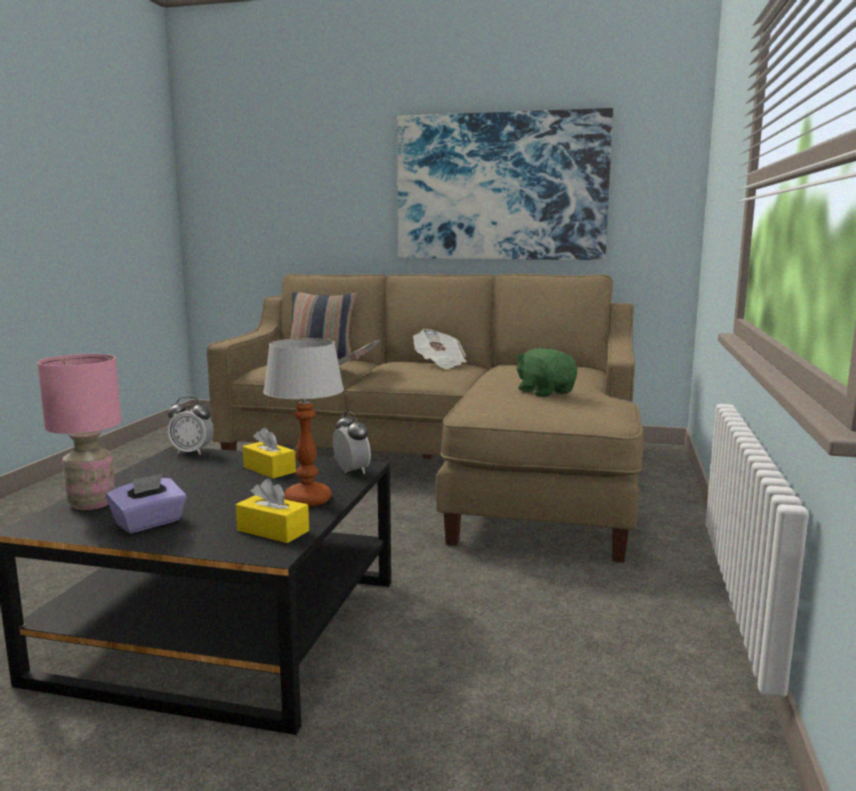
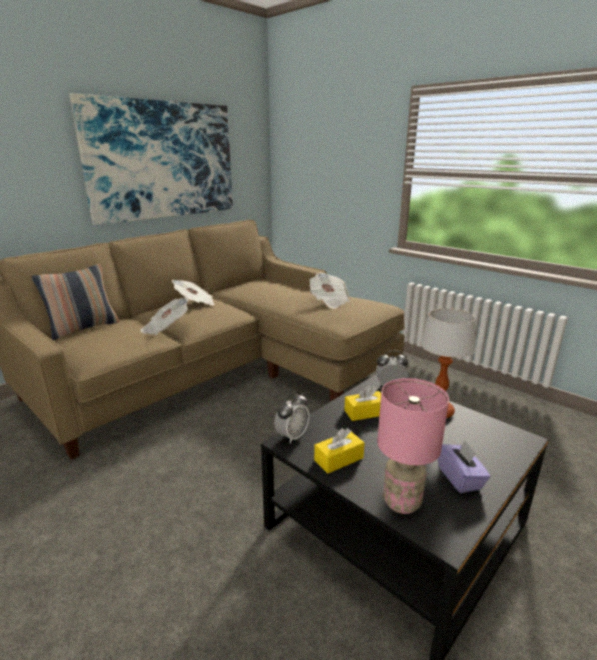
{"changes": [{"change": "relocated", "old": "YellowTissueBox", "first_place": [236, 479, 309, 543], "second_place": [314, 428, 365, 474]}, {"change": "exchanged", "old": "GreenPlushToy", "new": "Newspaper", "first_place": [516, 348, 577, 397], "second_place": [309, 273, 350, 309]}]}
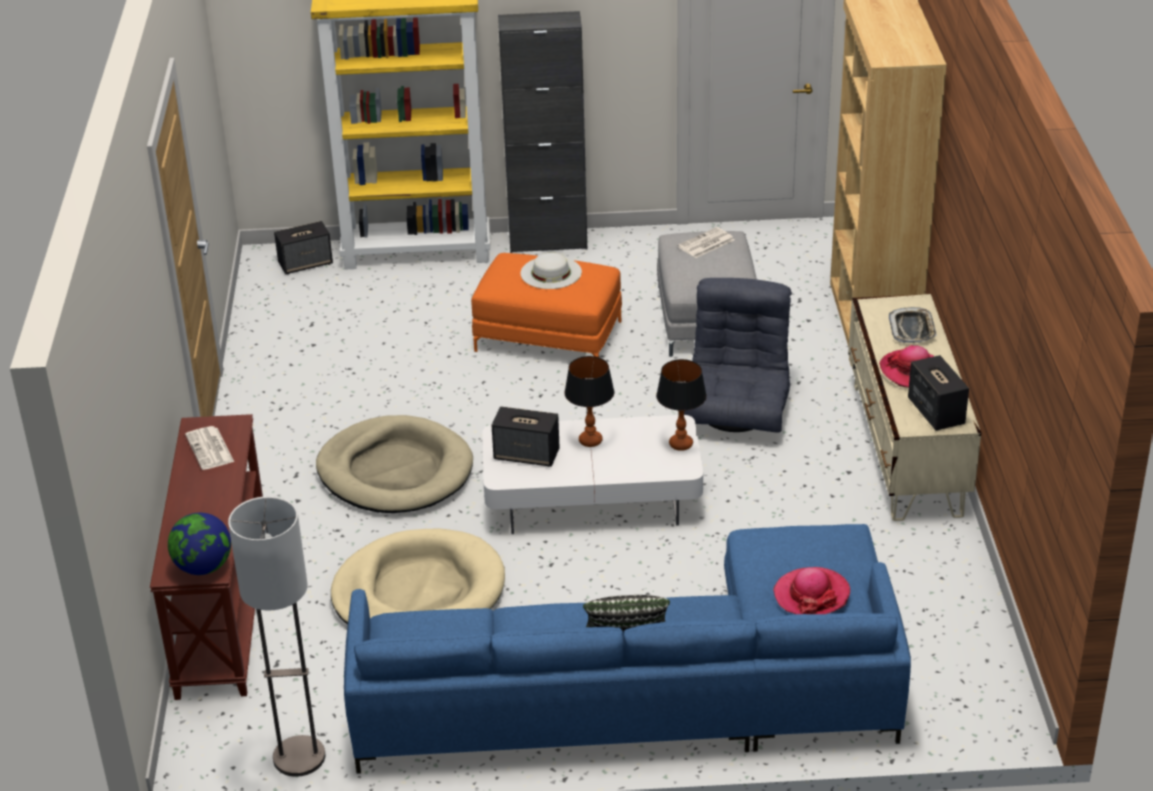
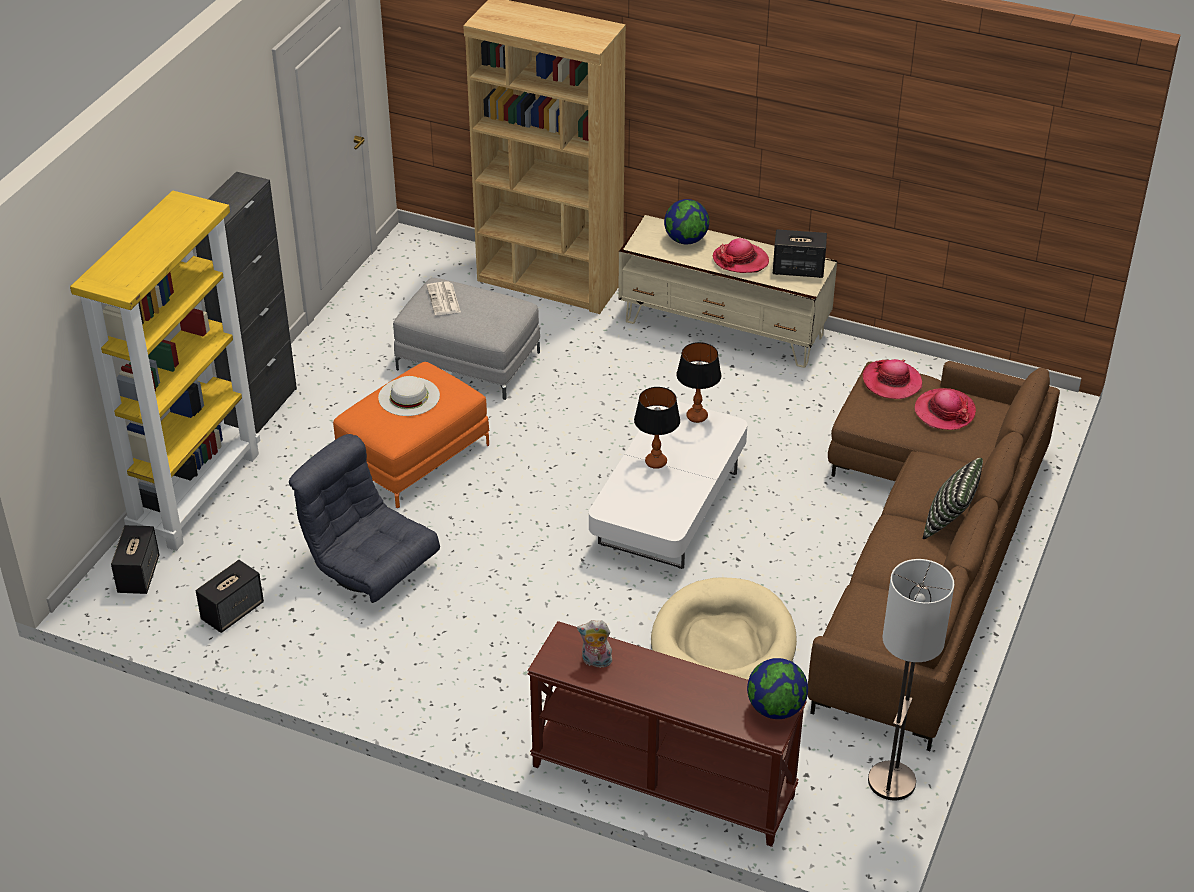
{"changes": [{"change": "missing", "old": "BeigeDogBed", "first_place": [316, 415, 473, 513]}, {"change": "appeared", "new": "Hat", "second_place": [863, 359, 922, 399]}, {"change": "relocated", "old": "Speaker", "first_place": [492, 406, 560, 467], "second_place": [196, 560, 264, 633]}, {"change": "relocated", "old": "GreyArmchair", "first_place": [684, 278, 792, 432], "second_place": [289, 434, 440, 603]}, {"change": "exchanged", "old": "Newspaper", "new": "PlushToy", "first_place": [185, 426, 234, 470], "second_place": [577, 620, 614, 670]}, {"change": "exchanged", "old": "Tray", "new": "Globe", "first_place": [889, 307, 937, 343], "second_place": [664, 199, 709, 244]}, {"change": "colour", "old": "BlueSofa", "new": "BrownSofa", "first_place": [344, 524, 911, 774], "second_place": [808, 361, 1060, 751]}]}
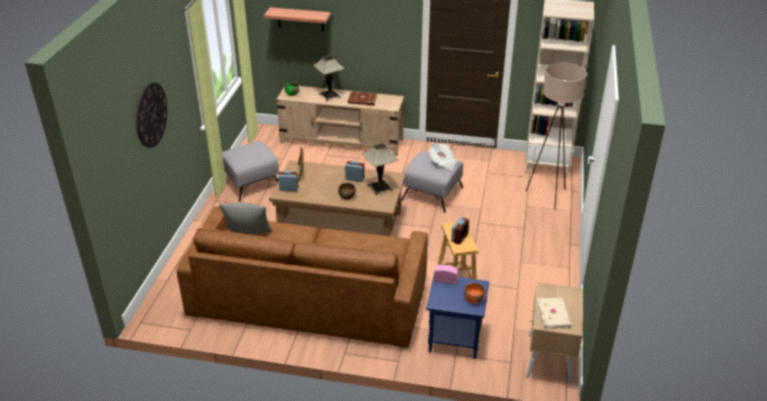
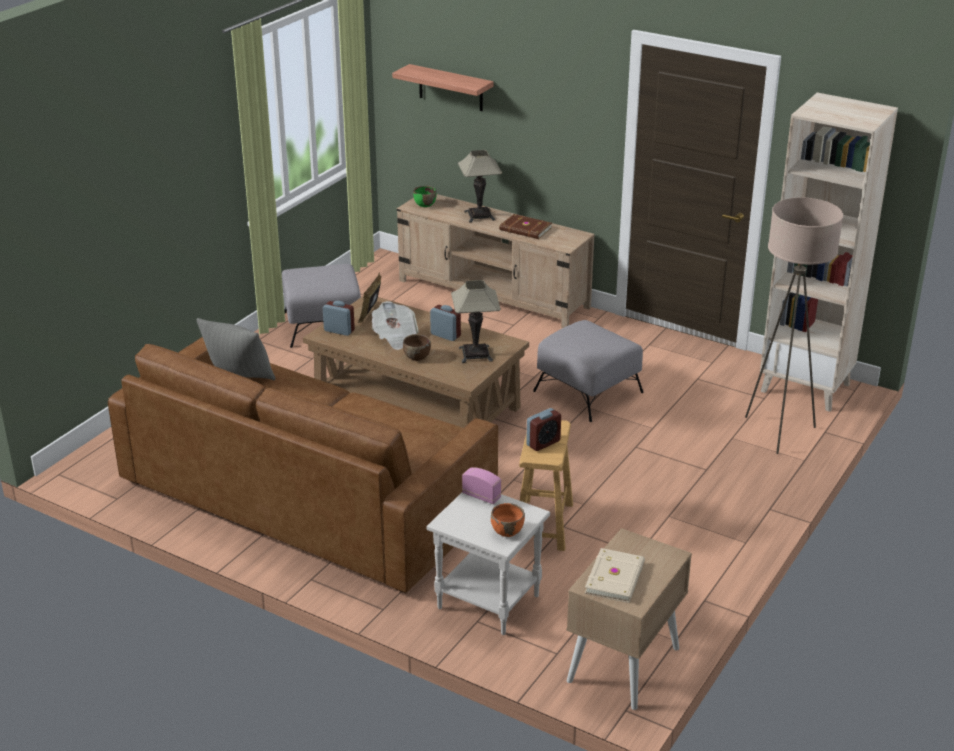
{"changes": [{"change": "missing", "old": "WallClock", "first_place": [136, 82, 167, 148]}, {"change": "relocated", "old": "Newspaper", "first_place": [429, 143, 457, 171], "second_place": [372, 301, 419, 350]}, {"change": "colour", "old": "BlueSideTable", "new": "WhiteSideTable", "first_place": [426, 276, 489, 359], "second_place": [426, 493, 550, 635]}]}
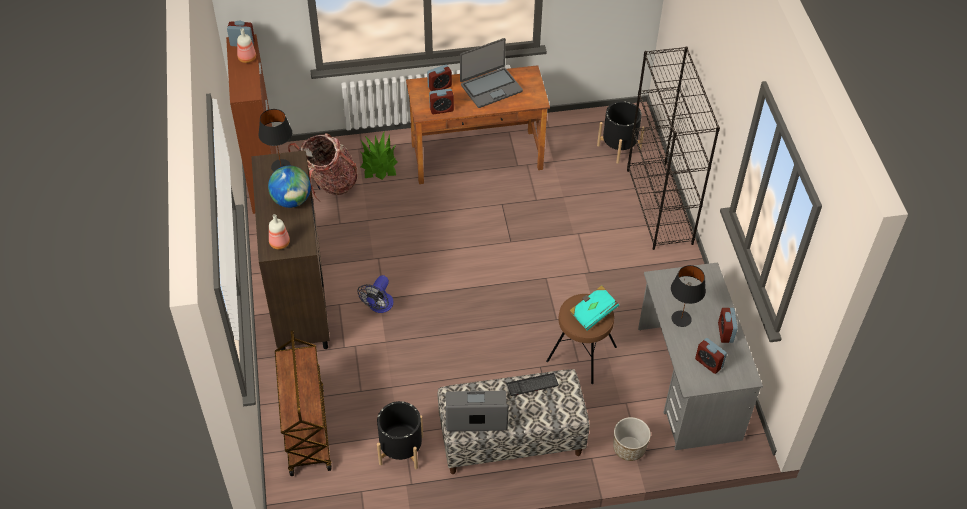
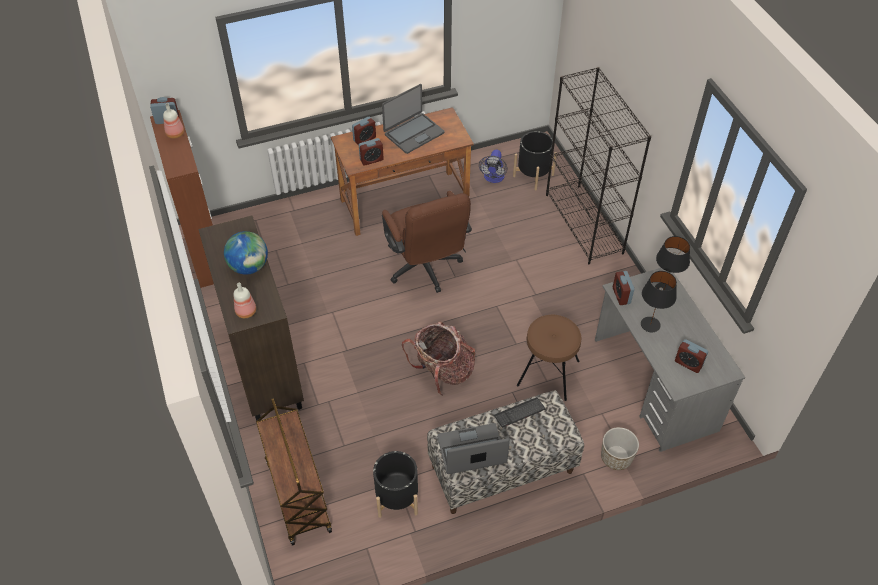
{"changes": [{"change": "missing", "old": "PottedPlant", "first_place": [361, 132, 398, 180]}, {"change": "missing", "old": "TurquoiseBook", "first_place": [569, 285, 619, 331]}, {"change": "appeared", "new": "BrownOfficeChair", "second_place": [382, 191, 472, 293]}, {"change": "relocated", "old": "BlackTableLamp", "first_place": [258, 109, 292, 172], "second_place": [655, 236, 690, 291]}, {"change": "relocated", "old": "Backpack", "first_place": [288, 133, 357, 201], "second_place": [402, 322, 475, 396]}, {"change": "relocated", "old": "Fan", "first_place": [358, 275, 393, 313], "second_place": [479, 150, 507, 183]}, {"change": "relocated", "old": "AlarmClock", "first_place": [718, 308, 738, 343], "second_place": [613, 271, 634, 305]}]}
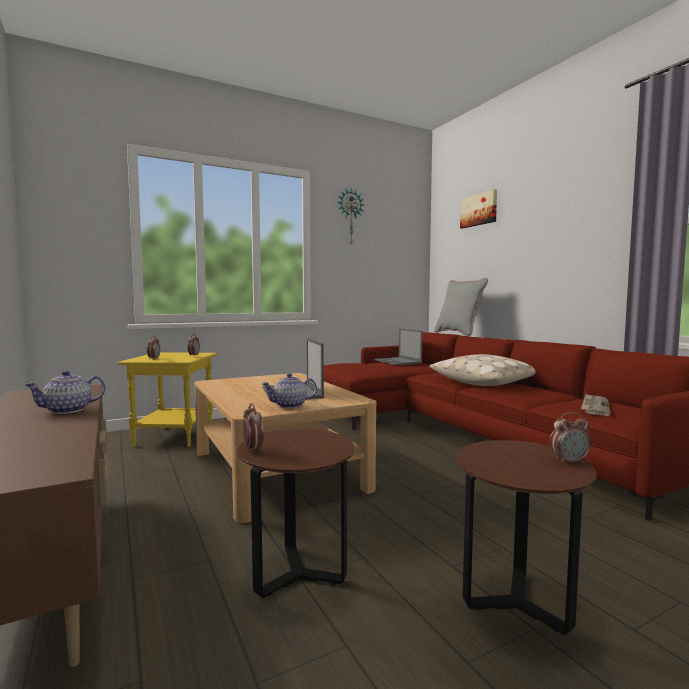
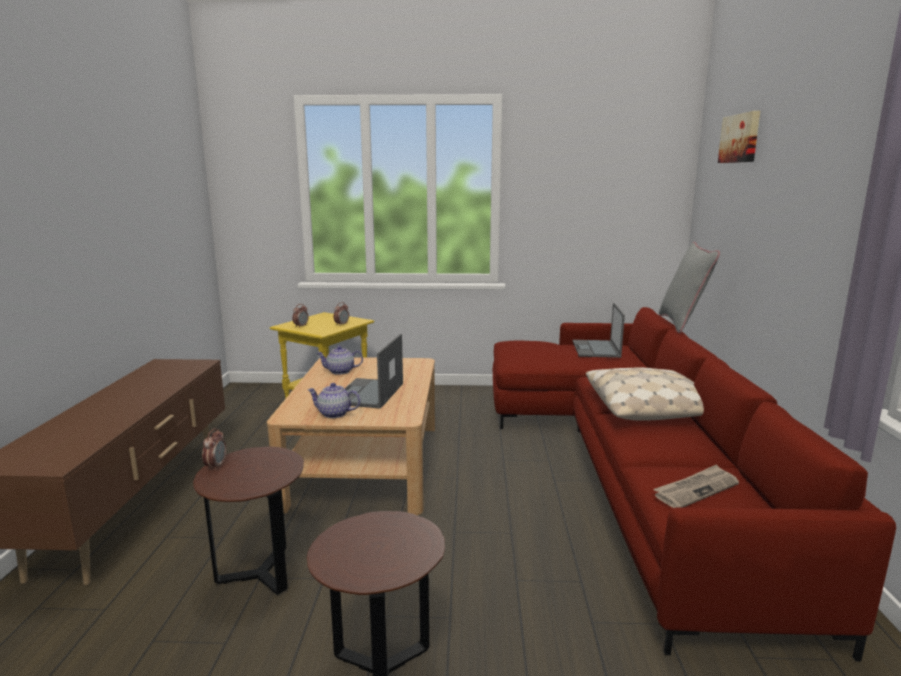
{"changes": [{"change": "missing", "old": "WallClock", "first_place": [338, 188, 365, 244]}, {"change": "missing", "old": "AlarmClock", "first_place": [550, 412, 591, 464]}, {"change": "relocated", "old": "Teapot", "first_place": [24, 370, 106, 414], "second_place": [316, 346, 363, 375]}]}
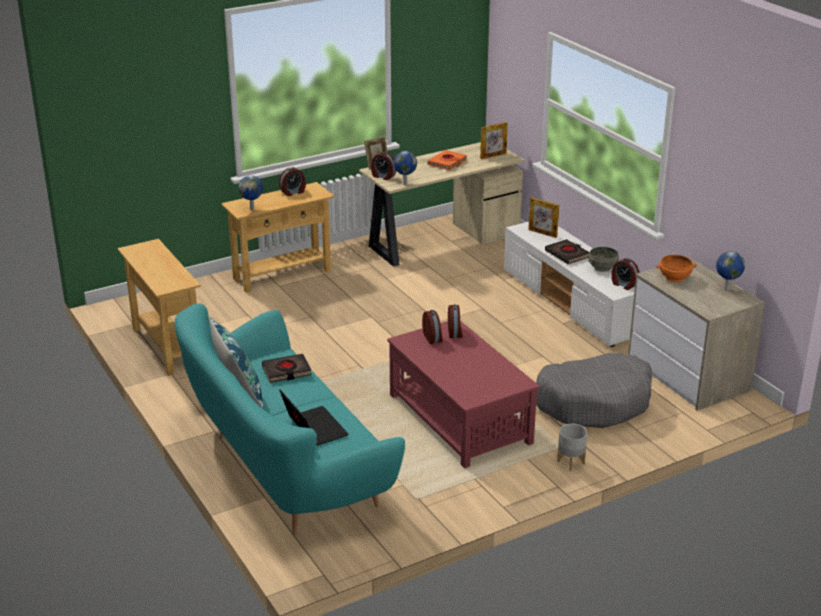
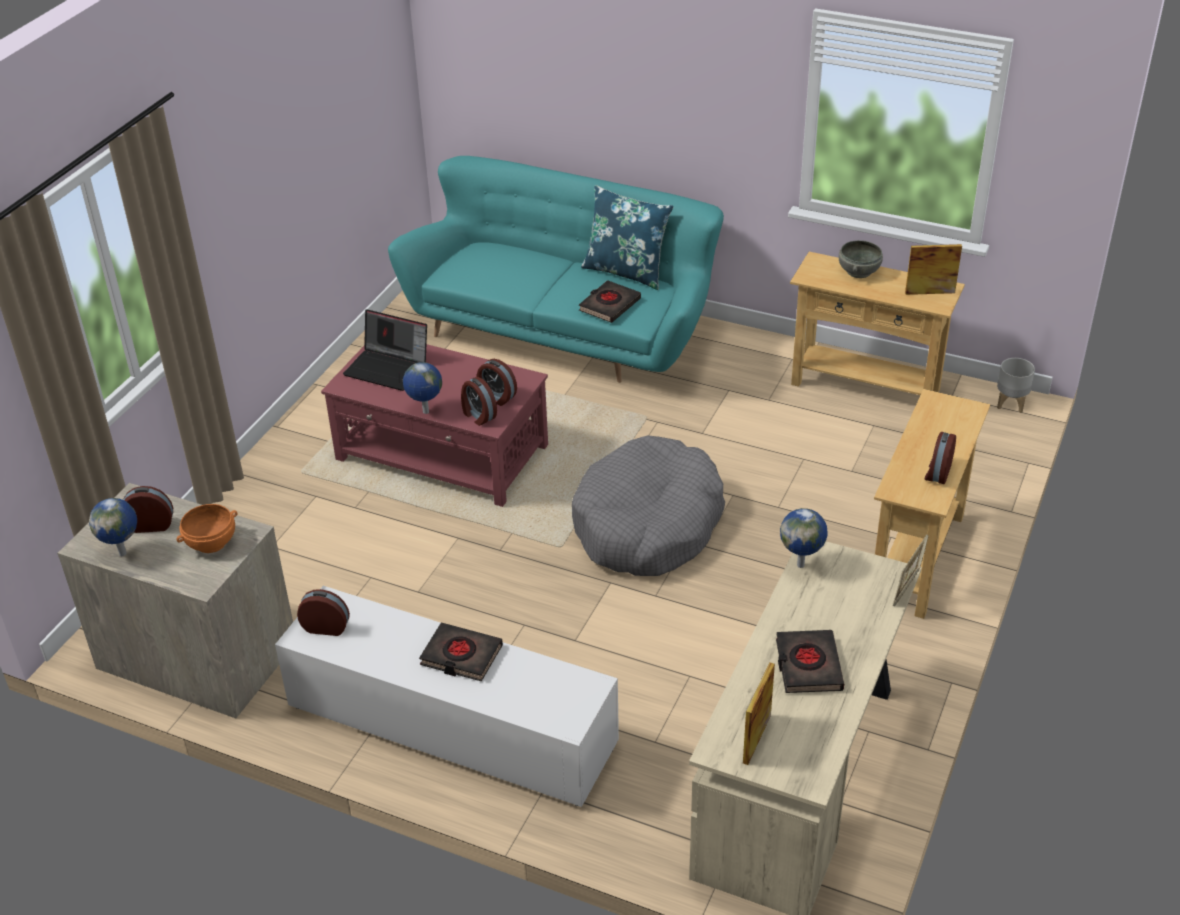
{"changes": [{"change": "relocated", "old": "Globe", "first_place": [238, 175, 263, 210], "second_place": [403, 362, 442, 414]}, {"change": "relocated", "old": "Laptop", "first_place": [279, 389, 349, 446], "second_place": [343, 309, 427, 391]}, {"change": "relocated", "old": "AlarmClock", "first_place": [371, 152, 396, 180], "second_place": [123, 486, 173, 533]}, {"change": "relocated", "old": "PictureFrame", "first_place": [528, 197, 559, 238], "second_place": [905, 244, 962, 295]}, {"change": "relocated", "old": "GreyDogBed", "first_place": [536, 353, 652, 428], "second_place": [572, 435, 725, 576]}, {"change": "relocated", "old": "GreyPlanter", "first_place": [557, 424, 587, 471], "second_place": [997, 358, 1035, 413]}, {"change": "relocated", "old": "GreyBowl", "first_place": [589, 247, 619, 272], "second_place": [839, 240, 883, 278]}, {"change": "colour", "old": "OrangeBook", "new": "BlackBook", "first_place": [427, 150, 467, 171], "second_place": [776, 630, 844, 693]}]}
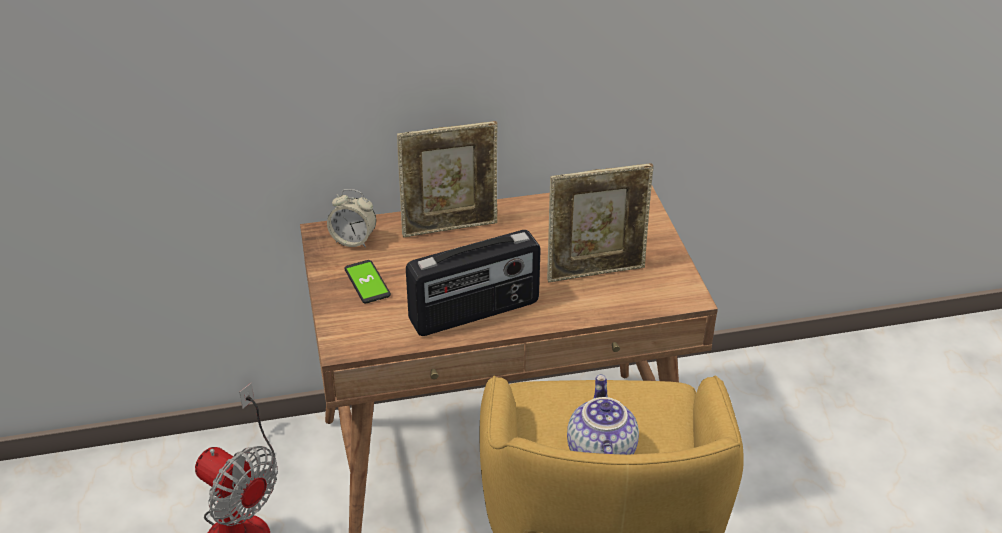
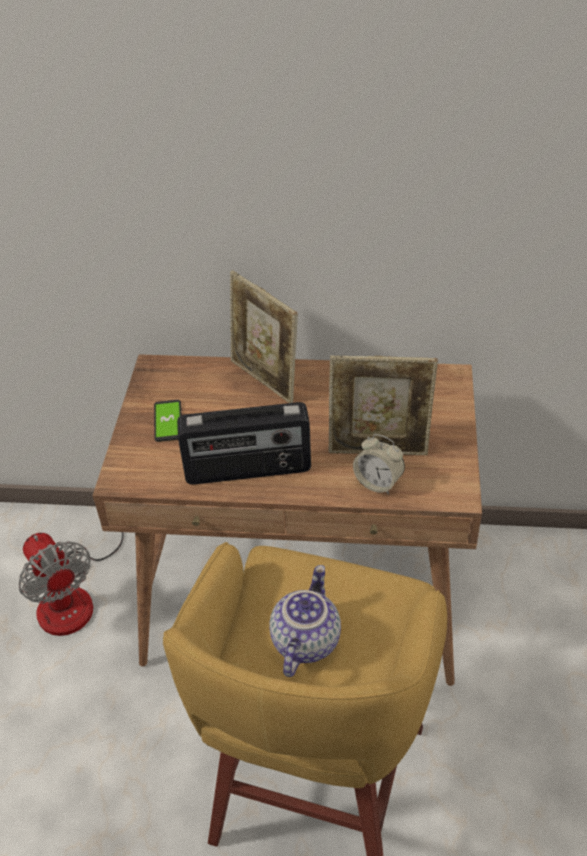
{"changes": [{"change": "relocated", "old": "AlarmClock", "first_place": [327, 189, 376, 248], "second_place": [353, 434, 405, 495]}, {"change": "spun", "old": "PictureFrame", "first_place": [397, 121, 498, 237], "second_place": [230, 271, 298, 403], "degrees": 45}]}
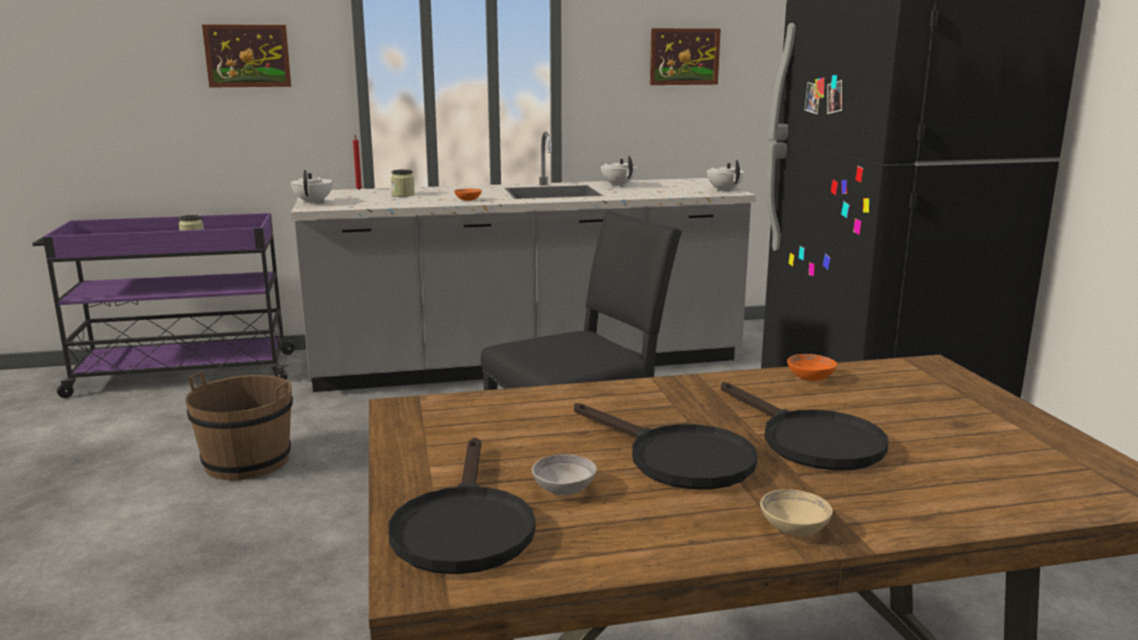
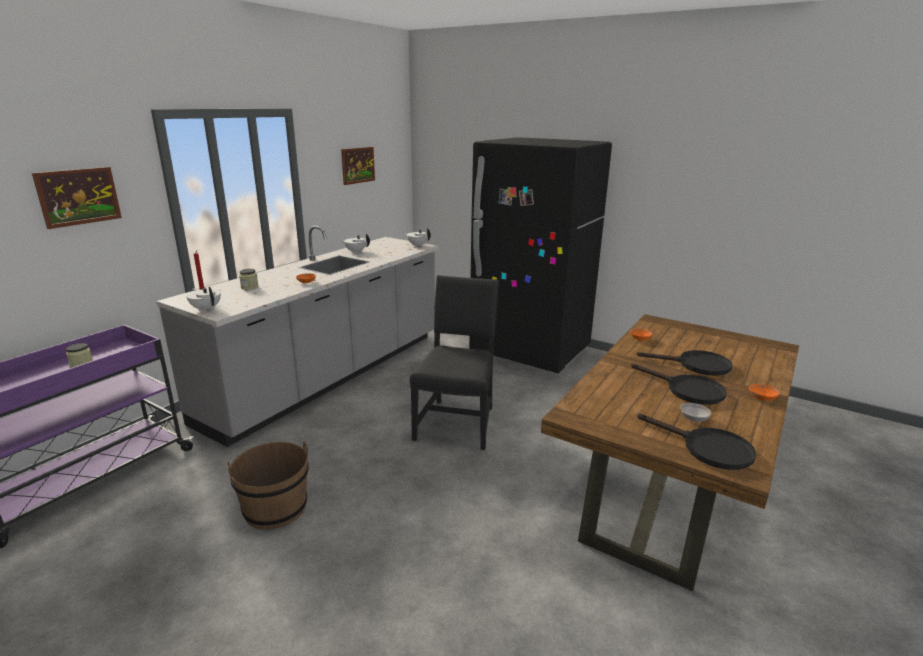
{"changes": [{"change": "colour", "old": "BeigeBowl", "new": "OrangeBowl", "first_place": [760, 489, 833, 536], "second_place": [749, 384, 780, 401]}, {"change": "spun", "old": "BlackFryingPan", "first_place": [574, 403, 758, 489], "second_place": [631, 364, 727, 405], "degrees": 45}]}
